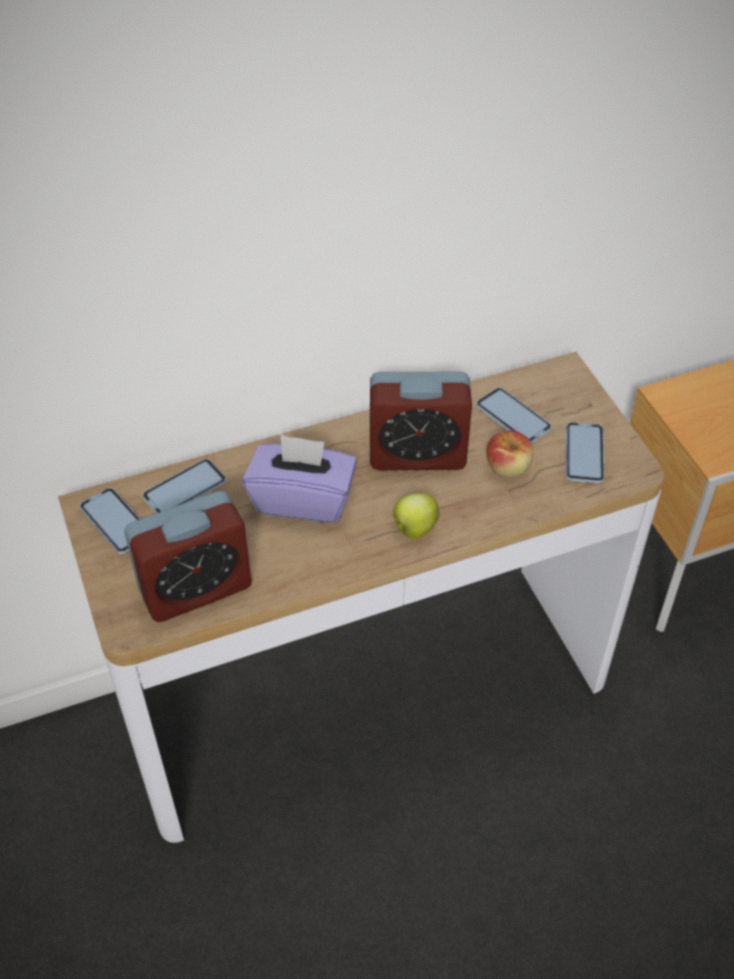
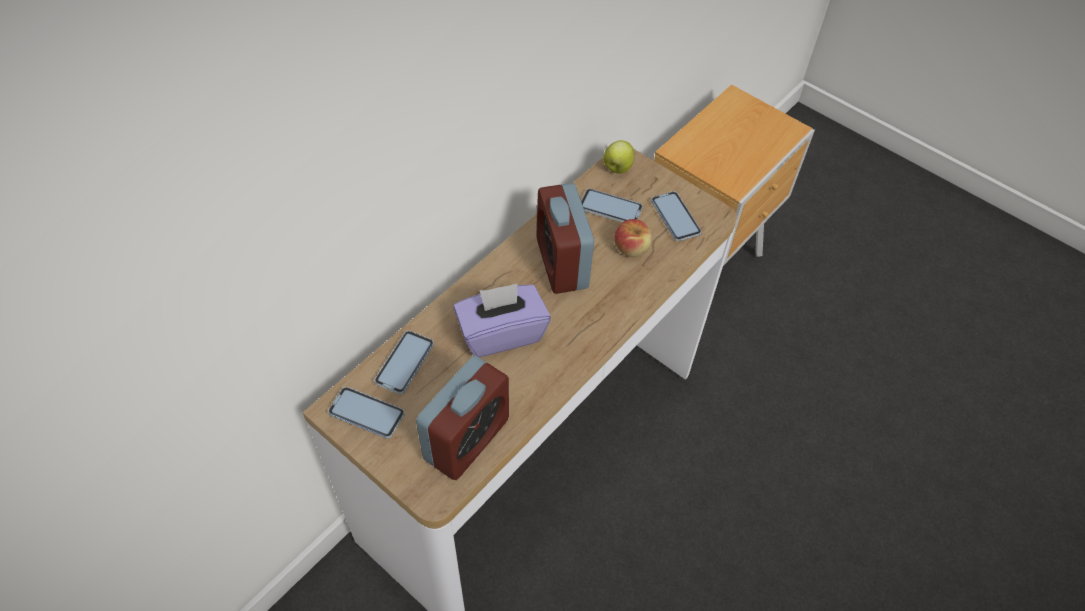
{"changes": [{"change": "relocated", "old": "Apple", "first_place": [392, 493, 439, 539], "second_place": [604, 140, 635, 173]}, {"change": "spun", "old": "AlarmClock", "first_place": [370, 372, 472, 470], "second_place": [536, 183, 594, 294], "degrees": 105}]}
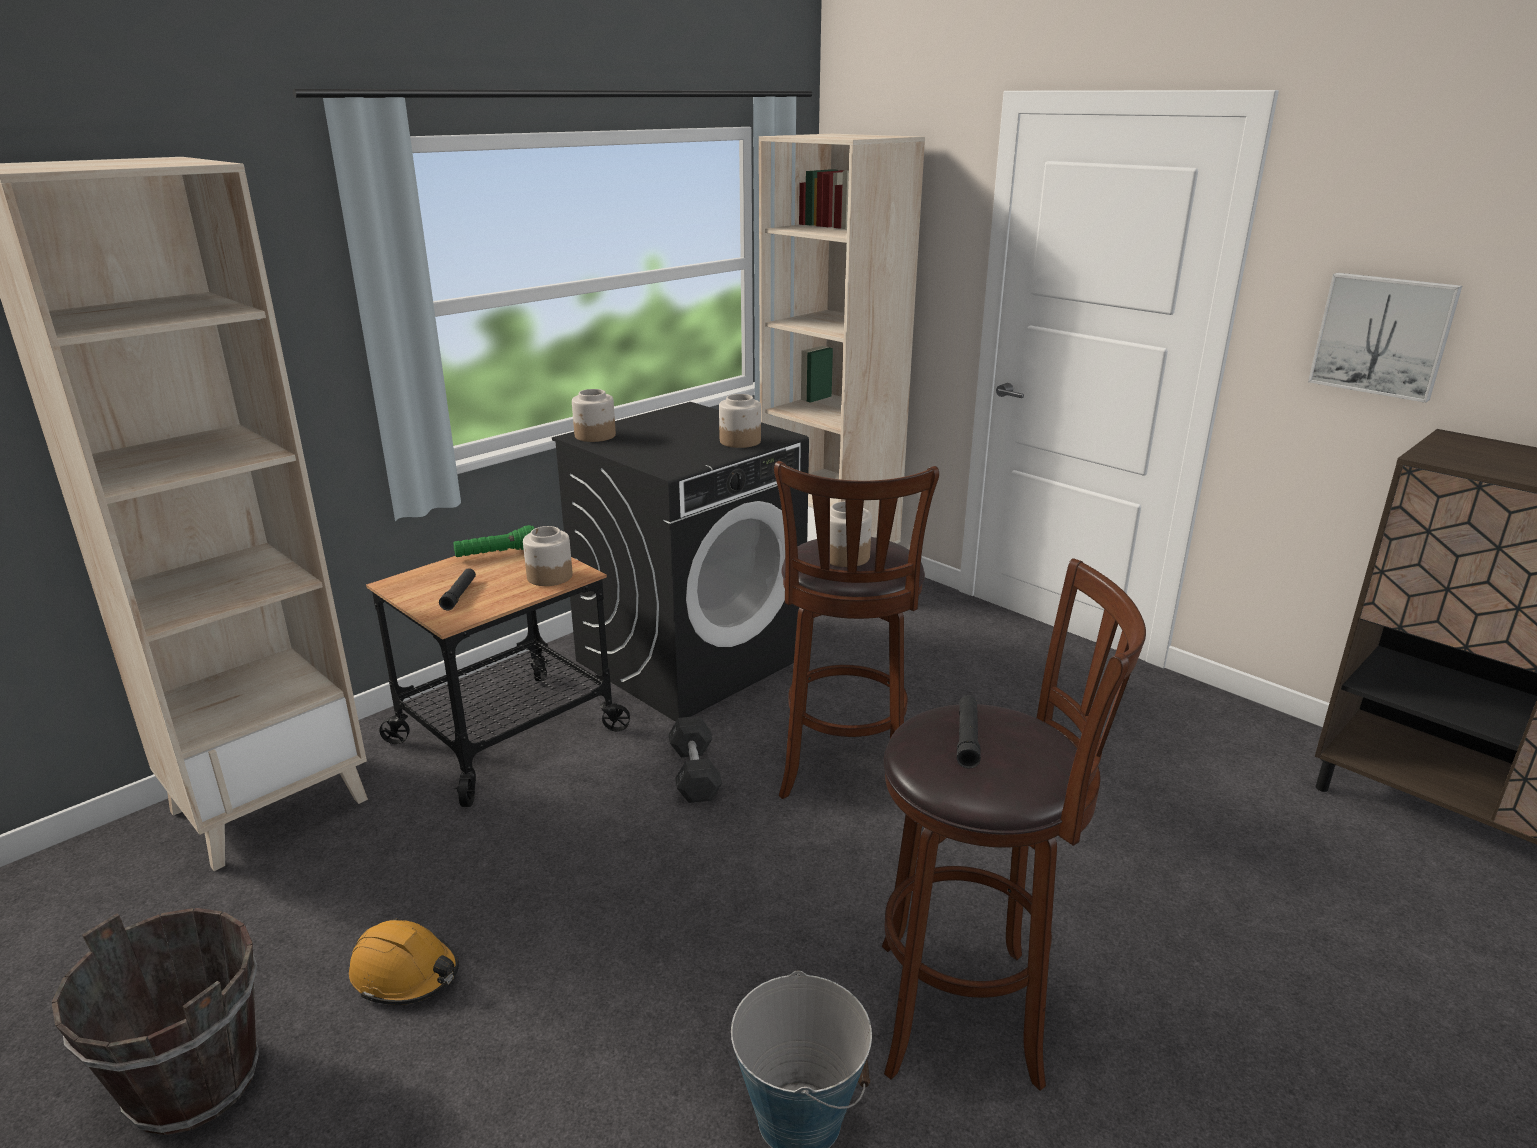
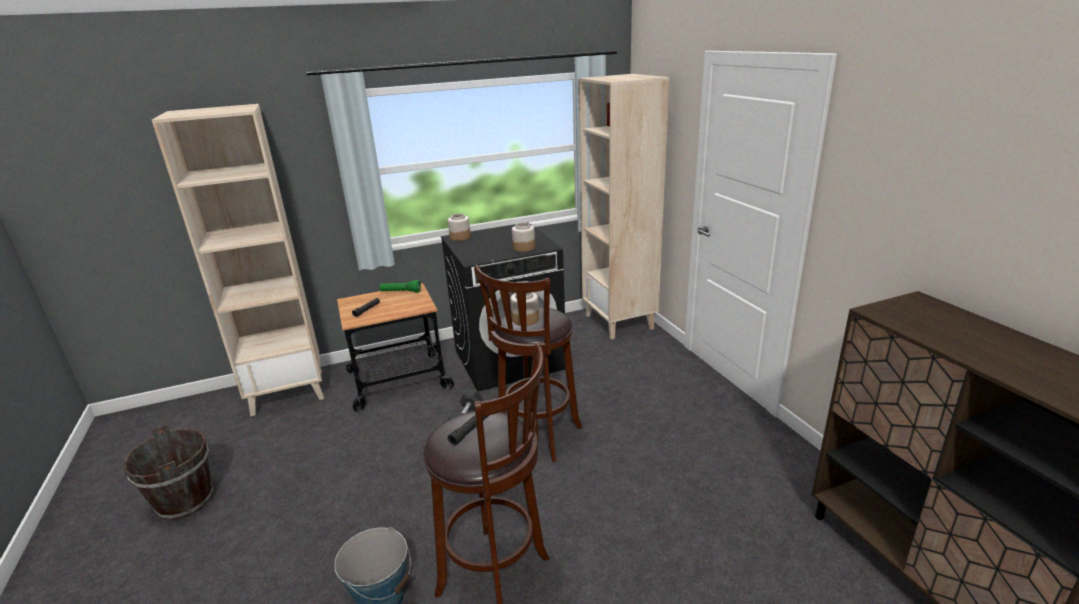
{"changes": [{"change": "missing", "old": "OrangeHardHat", "first_place": [349, 918, 459, 1005]}, {"change": "missing", "old": "Jar", "first_place": [523, 526, 573, 586]}, {"change": "missing", "old": "Picture", "first_place": [1308, 273, 1462, 403]}]}
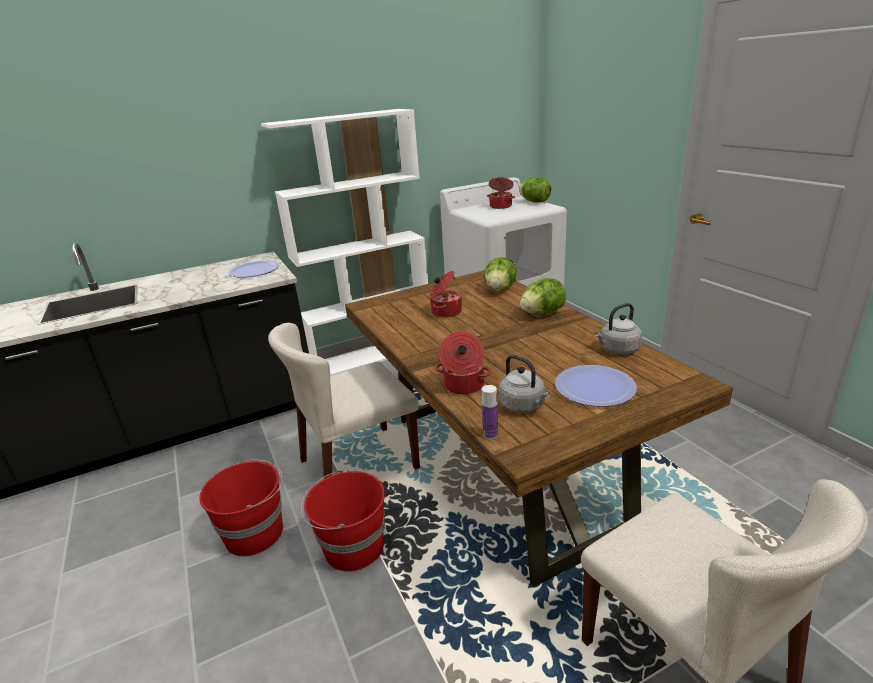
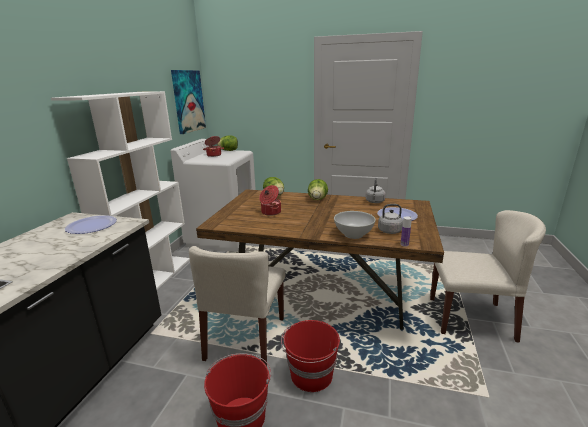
{"changes": [{"change": "appeared", "new": "Picture", "second_place": [171, 70, 206, 134]}, {"change": "exchanged", "old": "CookingPot", "new": "WhiteBowl", "first_place": [435, 332, 492, 395], "second_place": [334, 211, 376, 239]}]}
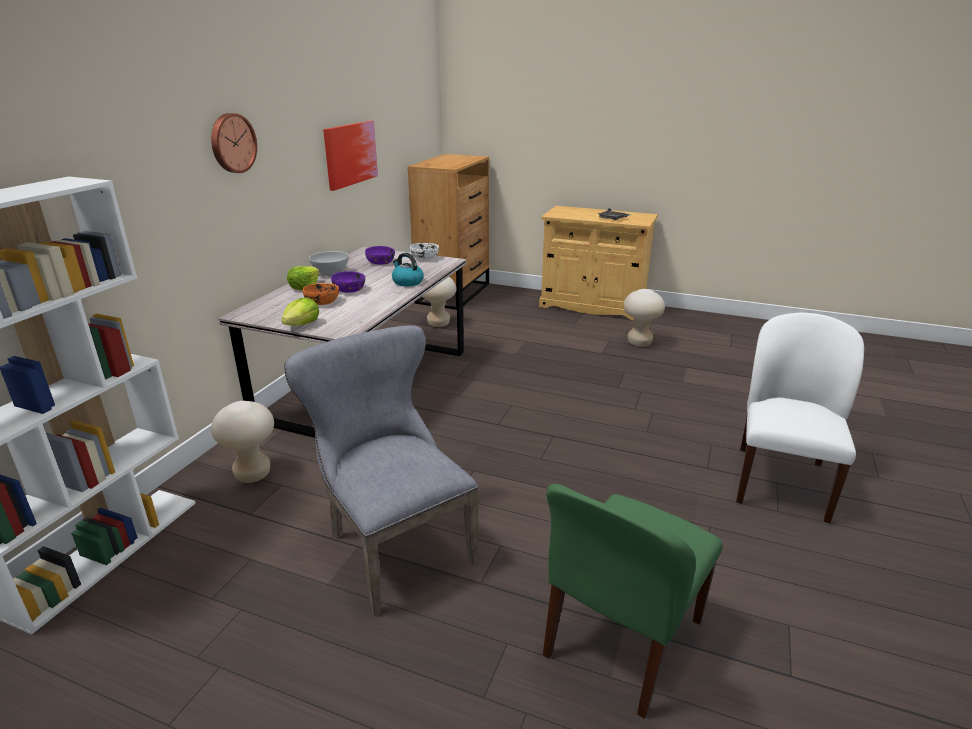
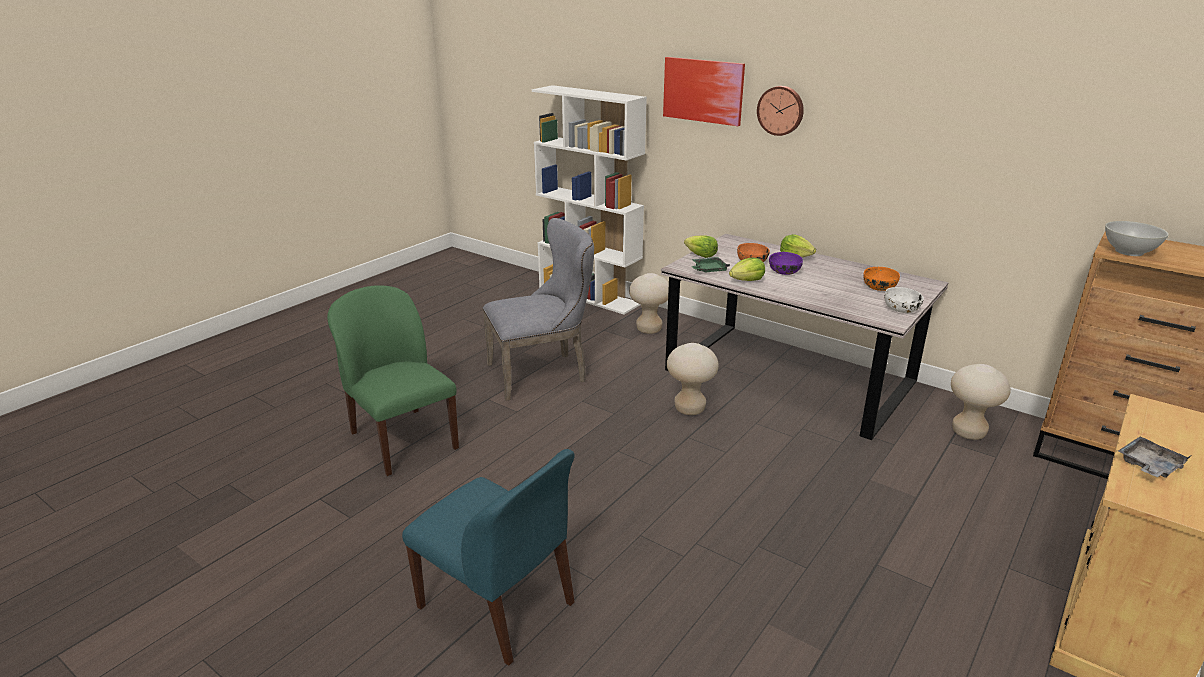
{"changes": [{"change": "missing", "old": "Kettle", "first_place": [392, 253, 424, 286]}, {"change": "appeared", "new": "GreenTray", "second_place": [691, 257, 730, 273]}, {"change": "appeared", "new": "Lettuce", "second_place": [729, 258, 765, 281]}, {"change": "relocated", "old": "WhiteBowl", "first_place": [309, 251, 349, 276], "second_place": [1105, 221, 1169, 256]}, {"change": "relocated", "old": "Picture", "first_place": [323, 121, 378, 191], "second_place": [663, 57, 745, 126]}, {"change": "relocated", "old": "BeigeStool", "first_place": [623, 289, 665, 347], "second_place": [667, 343, 719, 415]}, {"change": "colour", "old": "PurpleBowl", "new": "OrangeBowl", "first_place": [365, 246, 395, 265], "second_place": [863, 267, 900, 291]}, {"change": "colour", "old": "WhiteChair", "new": "BlueChair", "first_place": [736, 313, 864, 523], "second_place": [402, 449, 575, 666]}]}
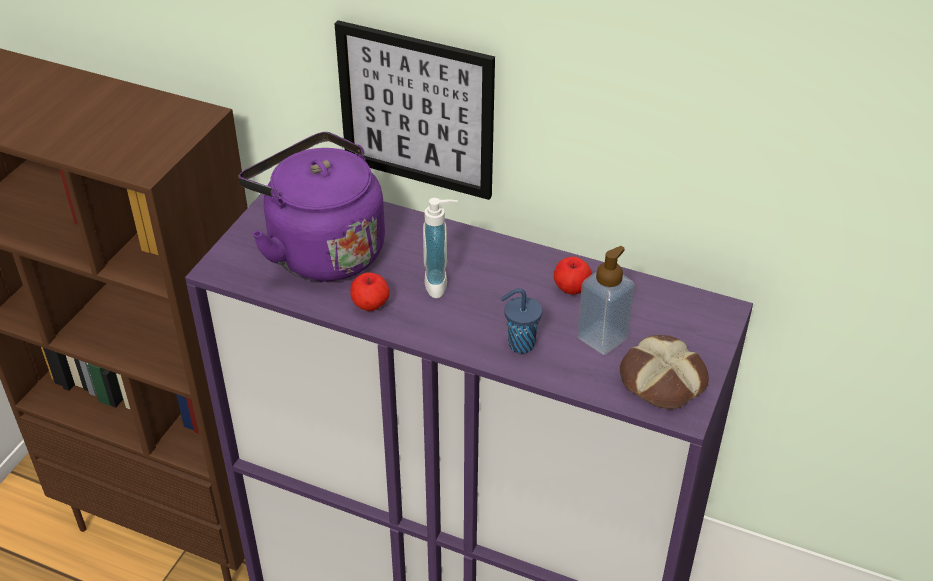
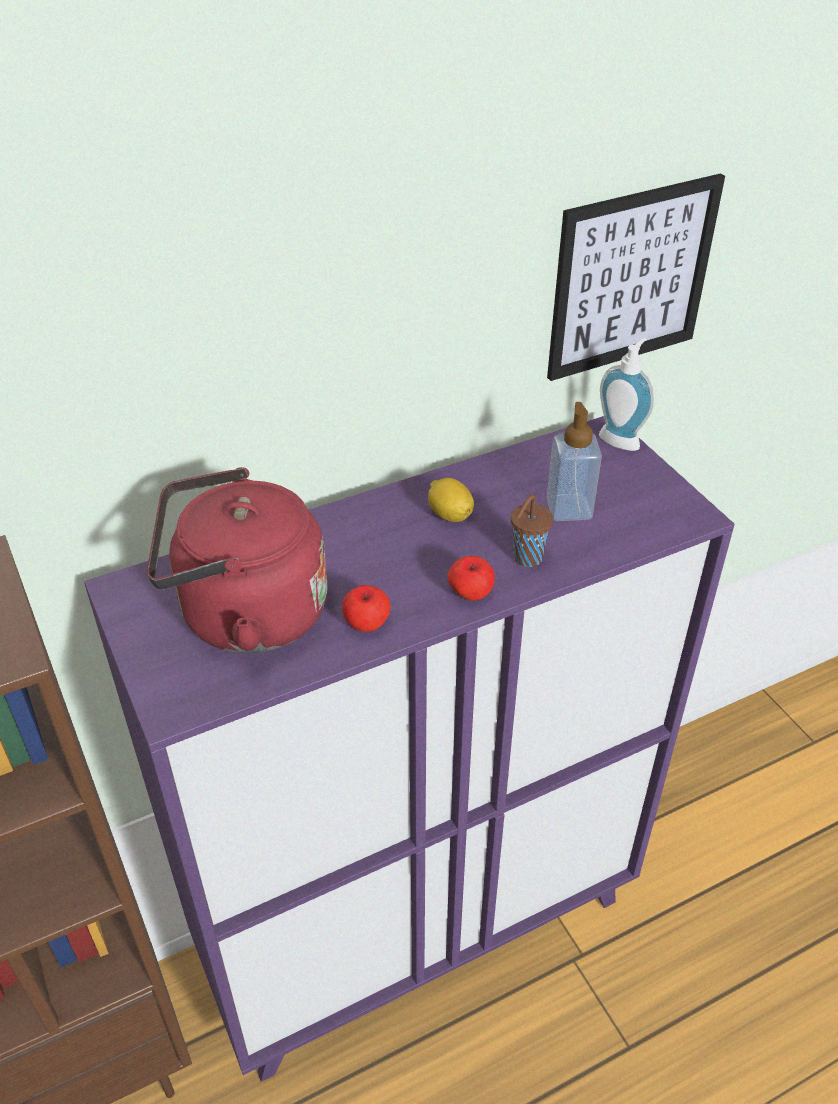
{"changes": [{"change": "missing", "old": "Bread", "first_place": [620, 335, 709, 409]}, {"change": "appeared", "new": "Lemon", "second_place": [428, 478, 474, 522]}, {"change": "relocated", "old": "Picture", "first_place": [334, 20, 495, 200], "second_place": [547, 173, 725, 381]}, {"change": "relocated", "old": "SoapDispenser", "first_place": [423, 198, 458, 298], "second_place": [599, 338, 654, 451]}, {"change": "relocated", "old": "Apple", "first_place": [554, 257, 592, 295], "second_place": [448, 556, 495, 601]}, {"change": "colour", "old": "PurpleKettle", "new": "RedKettle", "first_place": [239, 132, 385, 282], "second_place": [147, 467, 327, 654]}, {"change": "colour", "old": "BlueCup", "new": "BrownCup", "first_place": [501, 288, 542, 354], "second_place": [511, 495, 553, 567]}]}
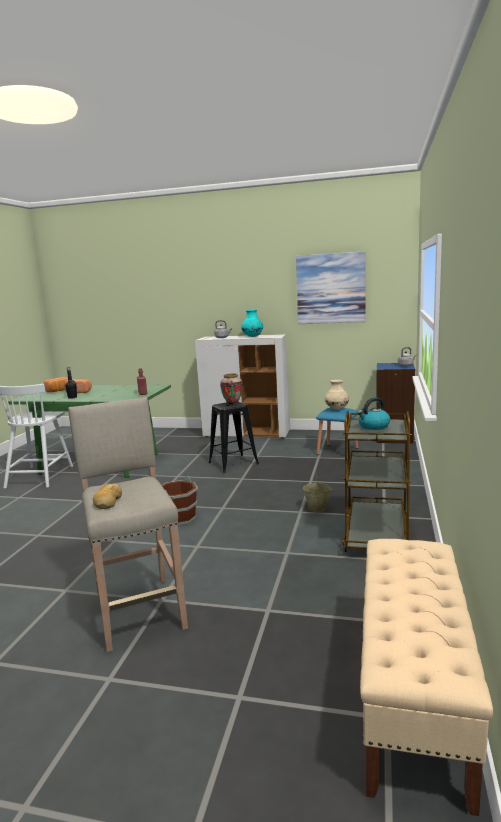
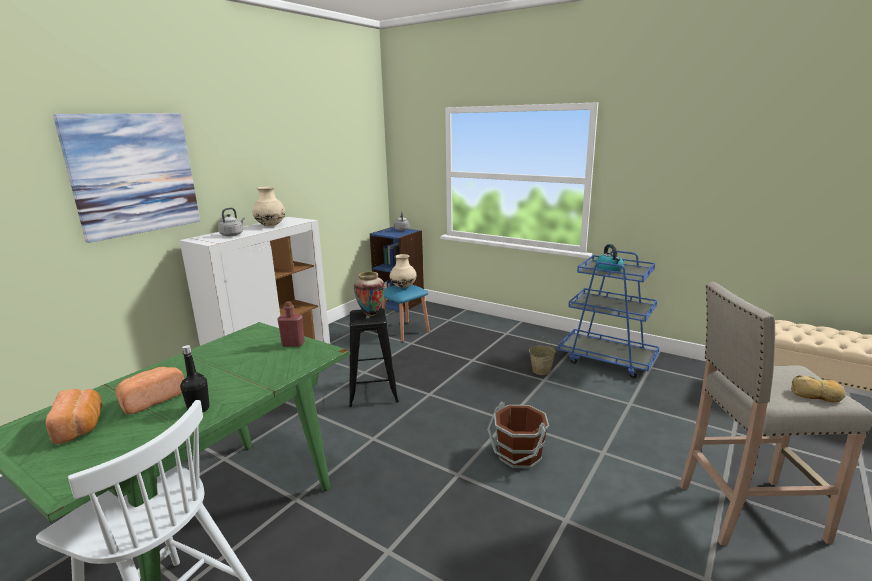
{"changes": [{"change": "relocated", "old": "Picture", "first_place": [296, 251, 366, 324], "second_place": [53, 113, 200, 243]}, {"change": "colour", "old": "TurquoiseVase", "new": "BeigeVase", "first_place": [241, 310, 263, 337], "second_place": [252, 186, 285, 226]}, {"change": "colour", "old": "BrownCart", "new": "BlueCart", "first_place": [343, 411, 412, 552], "second_place": [558, 251, 659, 379]}]}
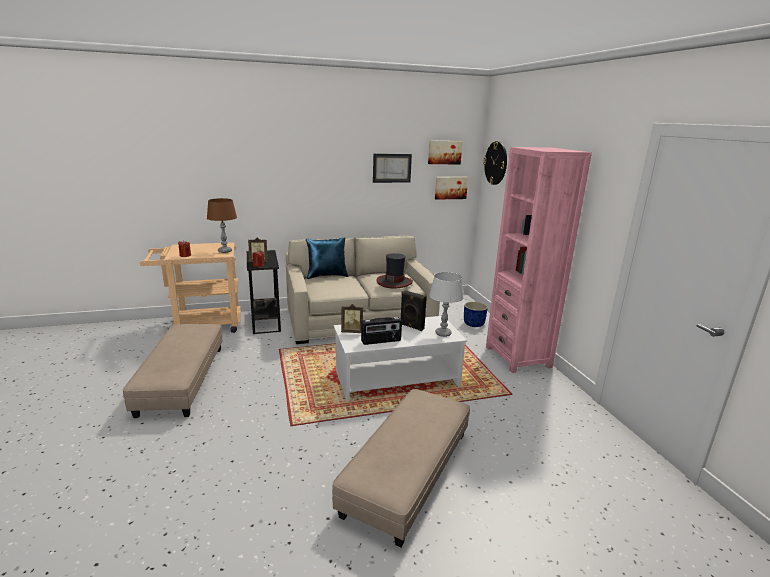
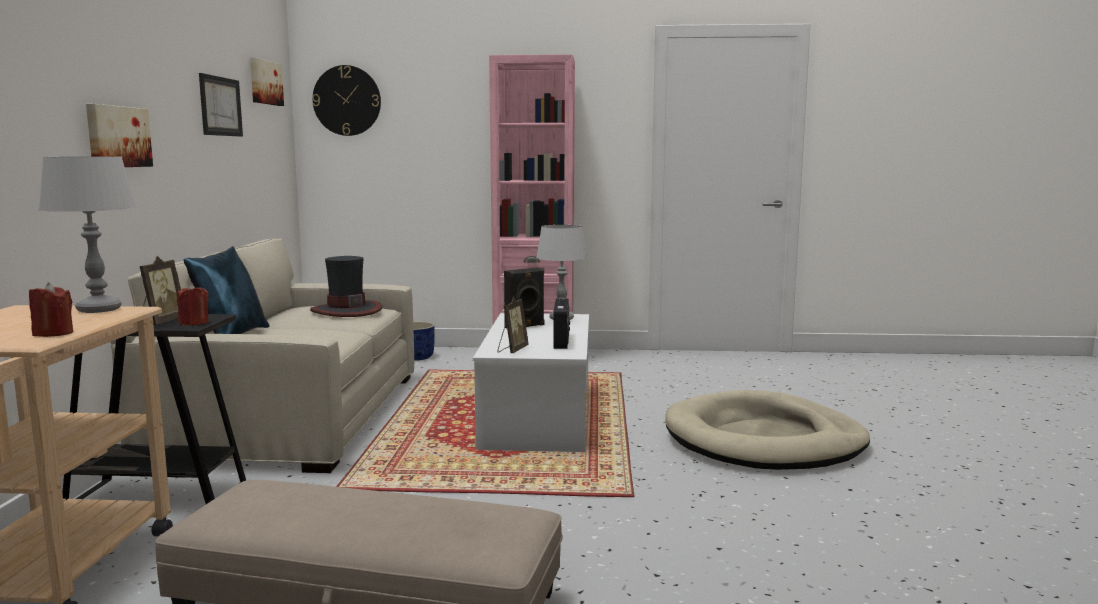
{"changes": [{"change": "relocated", "old": "Picture", "first_place": [435, 177, 468, 200], "second_place": [86, 104, 153, 167]}, {"change": "exchanged", "old": "BeigeOttoman", "new": "BeigeDogBed", "first_place": [332, 389, 470, 548], "second_place": [665, 390, 870, 470]}, {"change": "colour", "old": "BrownTableLamp", "new": "GreyTableLamp", "first_place": [207, 198, 237, 253], "second_place": [39, 157, 136, 313]}]}
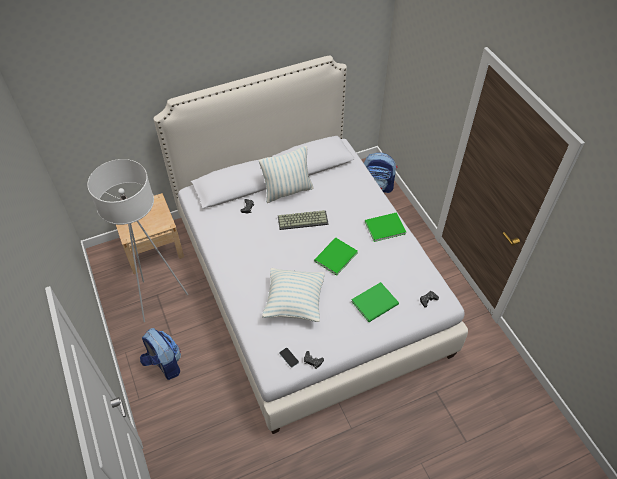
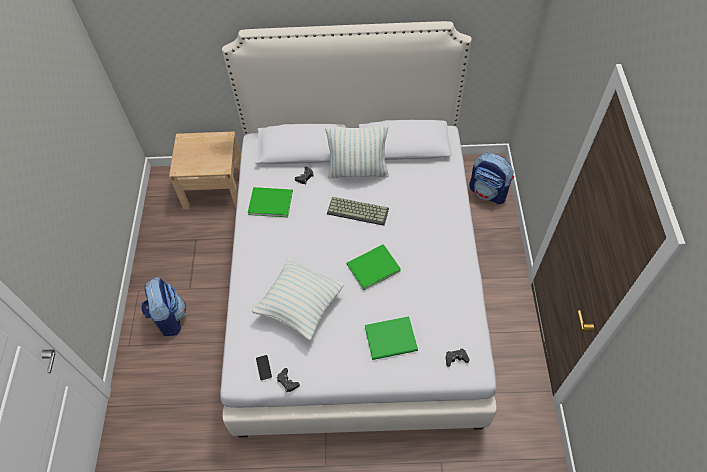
{"changes": [{"change": "missing", "old": "WhiteFloorLamp", "first_place": [87, 159, 188, 322]}, {"change": "relocated", "old": "GreenBook", "first_place": [365, 212, 406, 242], "second_place": [248, 187, 293, 217]}]}
